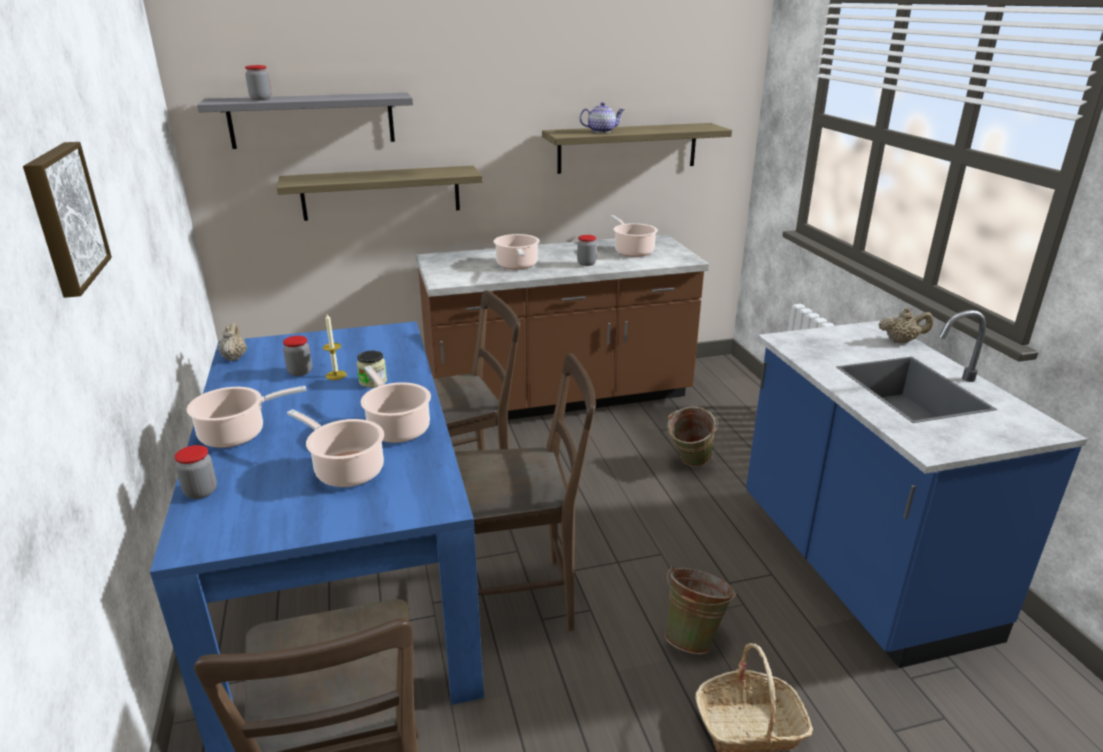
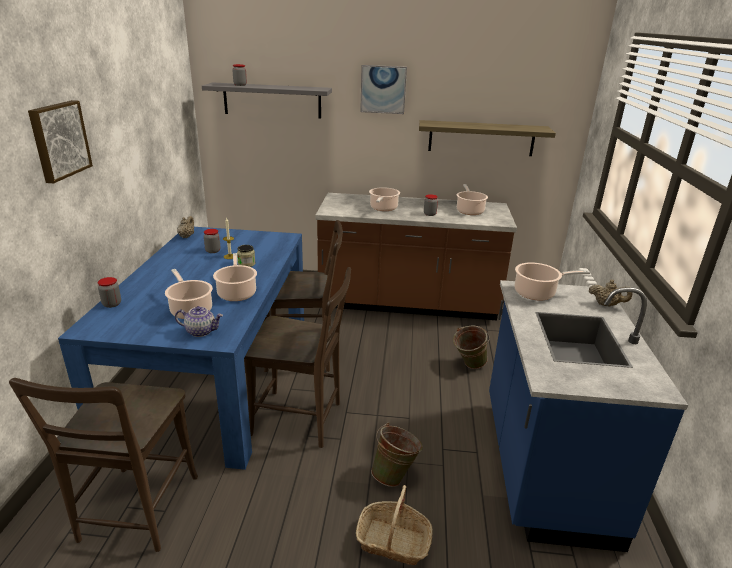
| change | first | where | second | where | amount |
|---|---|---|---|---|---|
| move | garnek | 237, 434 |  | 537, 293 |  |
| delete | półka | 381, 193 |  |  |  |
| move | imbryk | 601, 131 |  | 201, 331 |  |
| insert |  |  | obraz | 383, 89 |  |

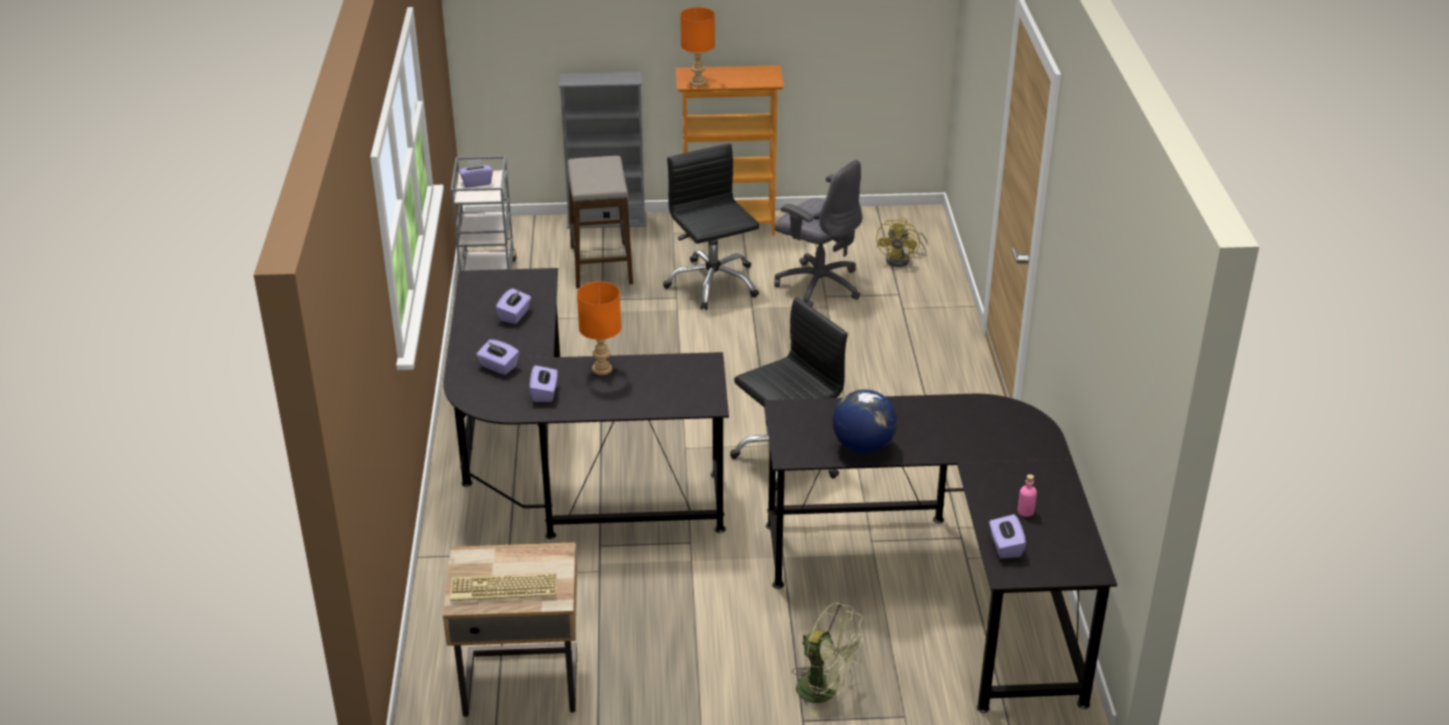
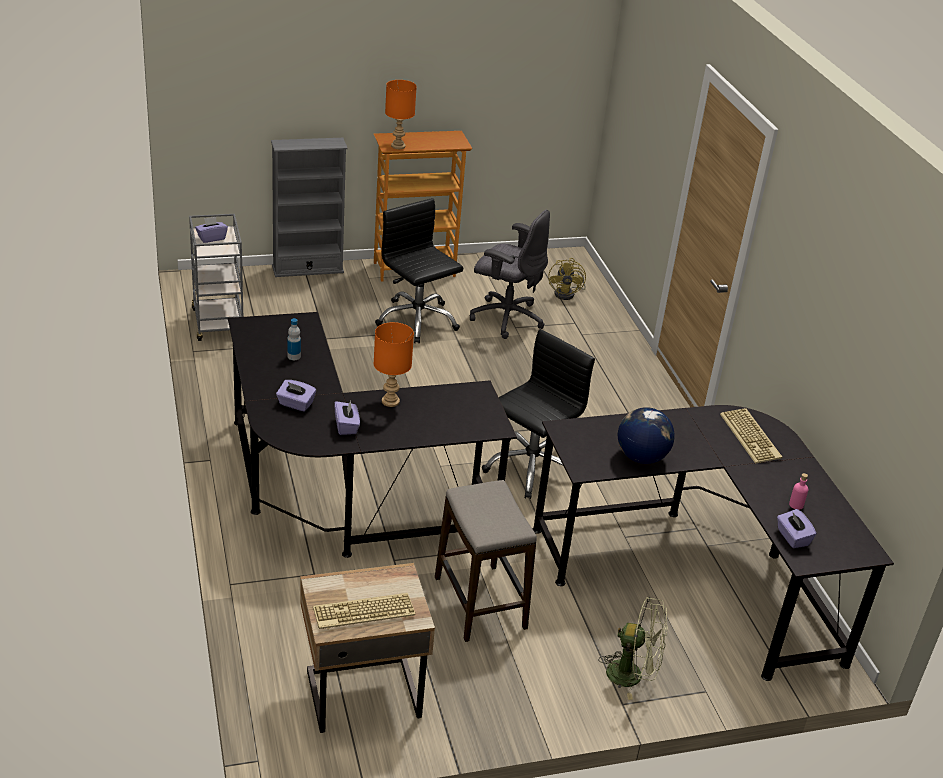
| change | first | where | second | where | amount |
|---|---|---|---|---|---|
| replace | pudełko chusteczek/fioletowy | 514, 315 | butelka | 294, 356 |  |
| move | stołek | 601, 265 |  | 479, 603 |  |
| insert |  |  | klawiatura | 751, 437 |  |

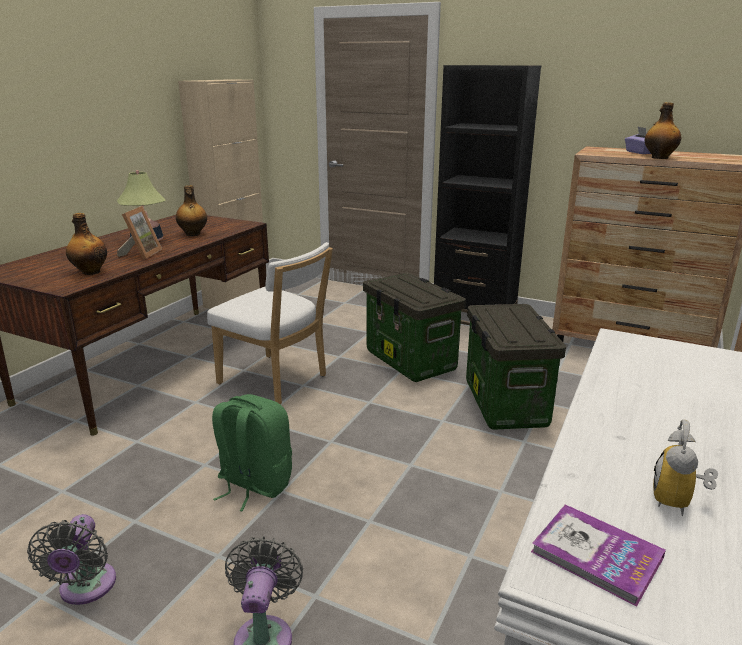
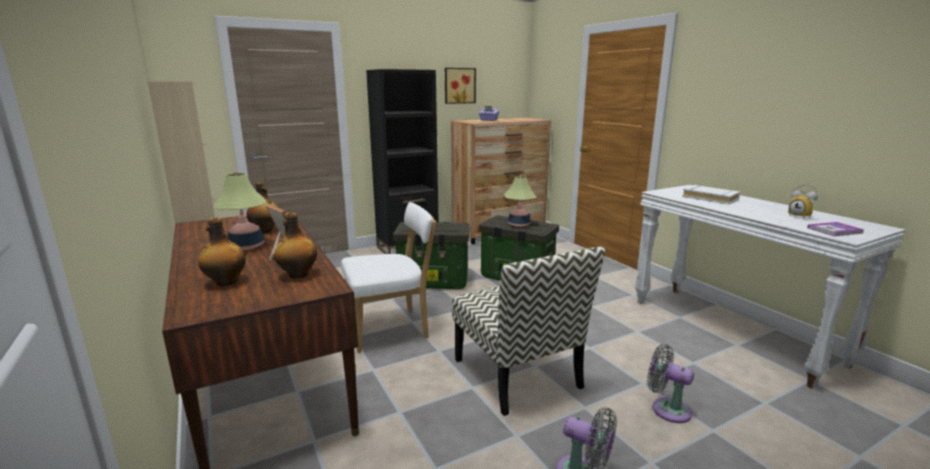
| change | first | where | second | where | amount |
|---|---|---|---|---|---|
| replace | plecak/zielony | 253, 485 | krzesło | 518, 374 |  |
| move | butelka | 659, 158 |  | 225, 282 |  |
| insert |  |  | obraz | 459, 85 |  |
| insert |  |  | lampa stołowa | 519, 224 |  |
| insert |  |  | książka/biały | 710, 198 |  |

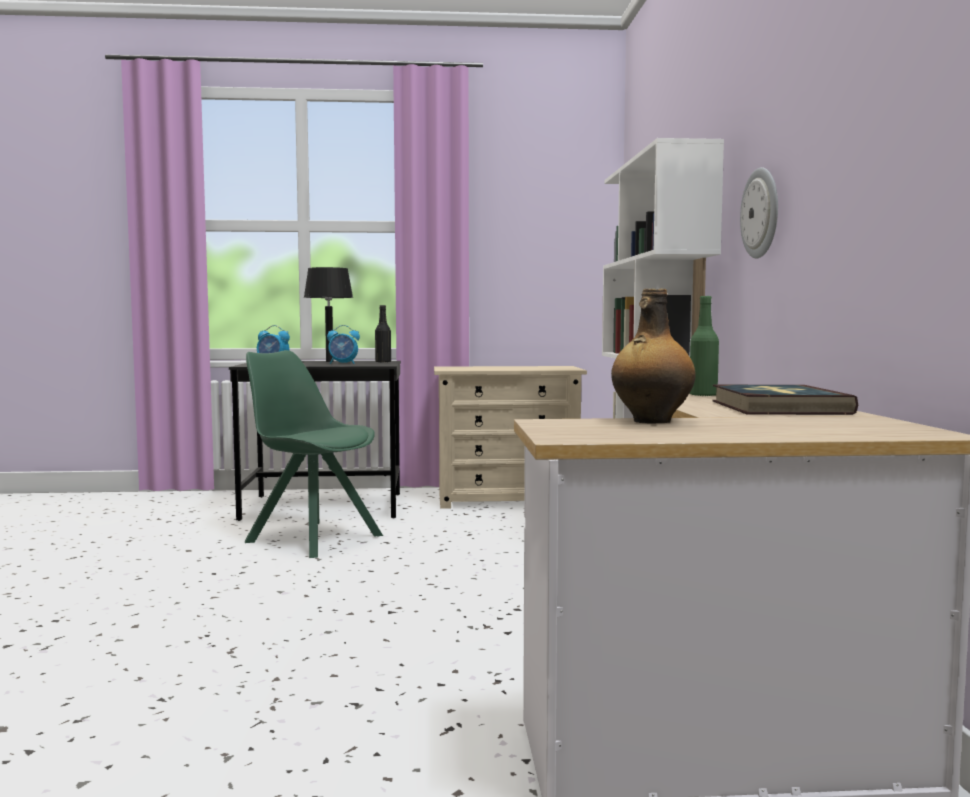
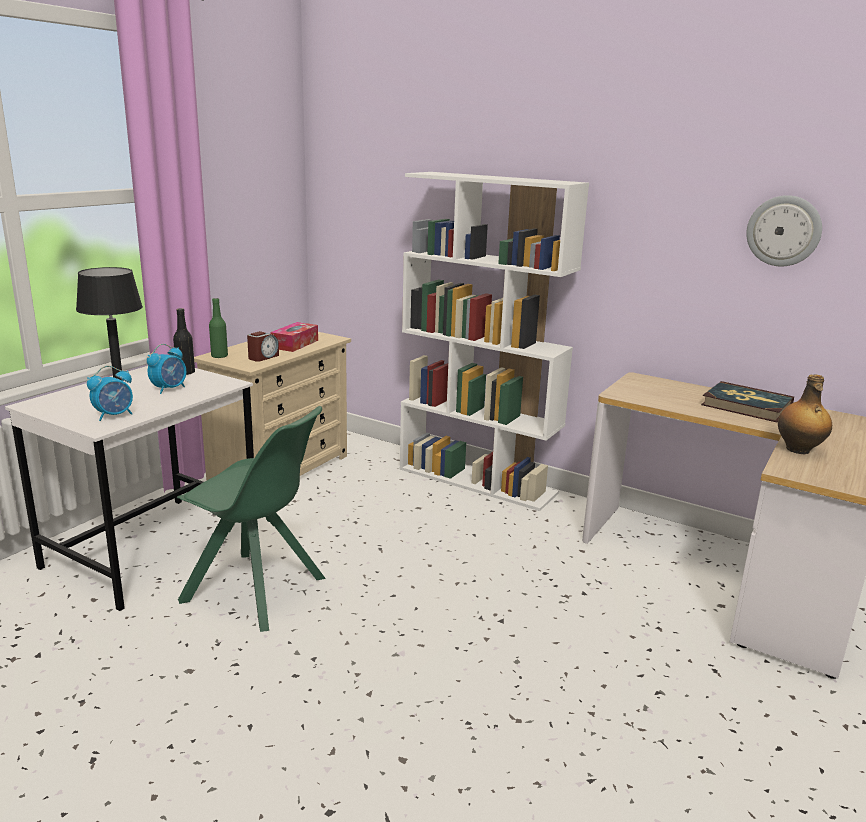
| change | first | where | second | where | amount |
|---|---|---|---|---|---|
| recolor | biurko/czarny | 324, 507 | biurko/biały | 153, 549 |  |
| rotate | krzesło/zielony | 312, 538 |  | 257, 591 | 135 degrees counterclockwise |
| move | butelka/zielony | 703, 395 |  | 219, 356 |  |
| move | zegar ścienny | 761, 213 |  | 783, 231 |  |
| insert |  |  | budzik | 263, 357 |  |
| insert |  |  | pudełko chusteczek | 295, 344 |  |

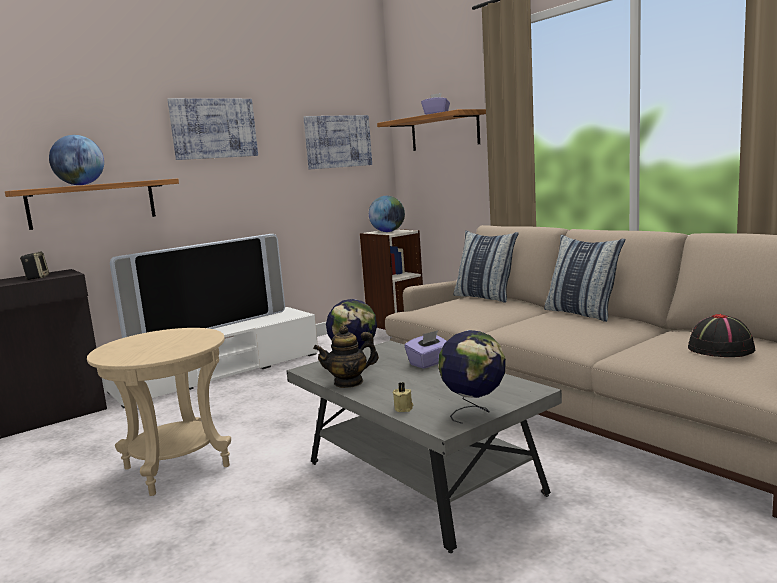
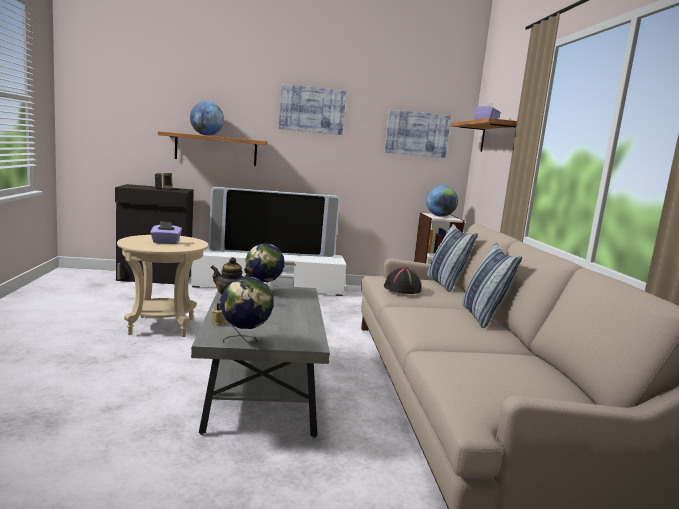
| change | first | where | second | where | amount |
|---|---|---|---|---|---|
| move | pudełko chusteczek/fioletowy | 430, 363 |  | 165, 242 |  |
| move | kapelusz/czarny | 721, 349 |  | 402, 289 |  |

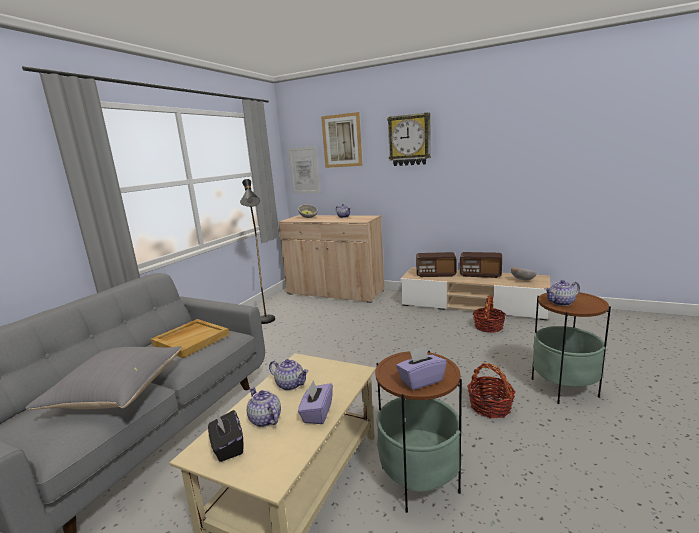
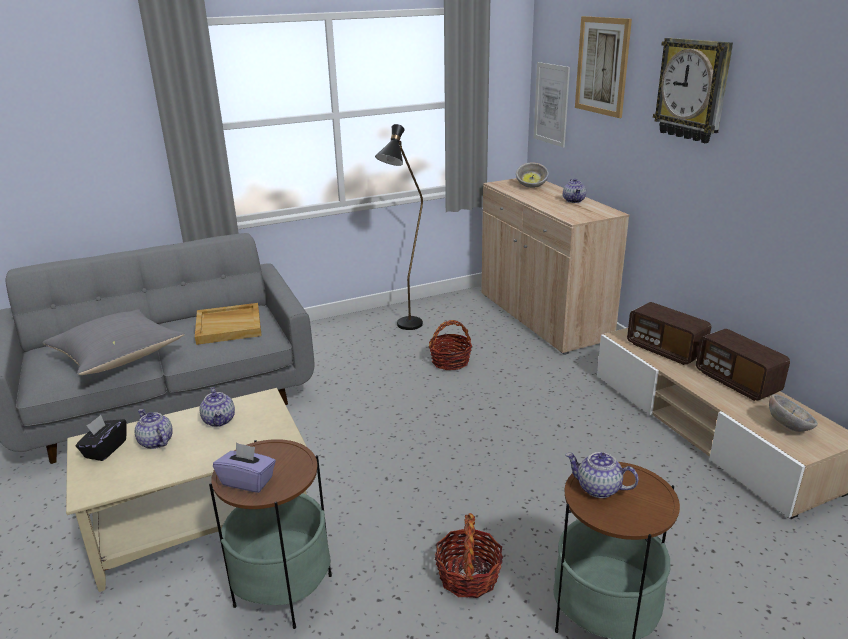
| change | first | where | second | where | amount |
|---|---|---|---|---|---|
| rotate | imbryk | 264, 419 |  | 155, 442 | 45 degrees counterclockwise |
| delete | pudełko chusteczek/fioletowy | 317, 413 |  |  |  |
| move | koszyk | 488, 327 |  | 450, 361 |  |

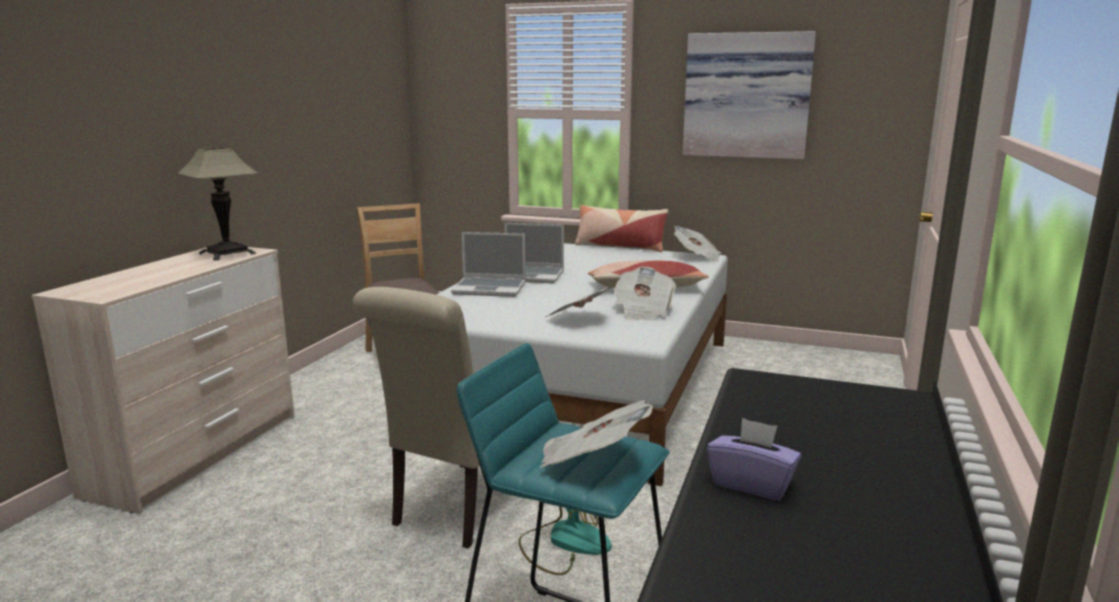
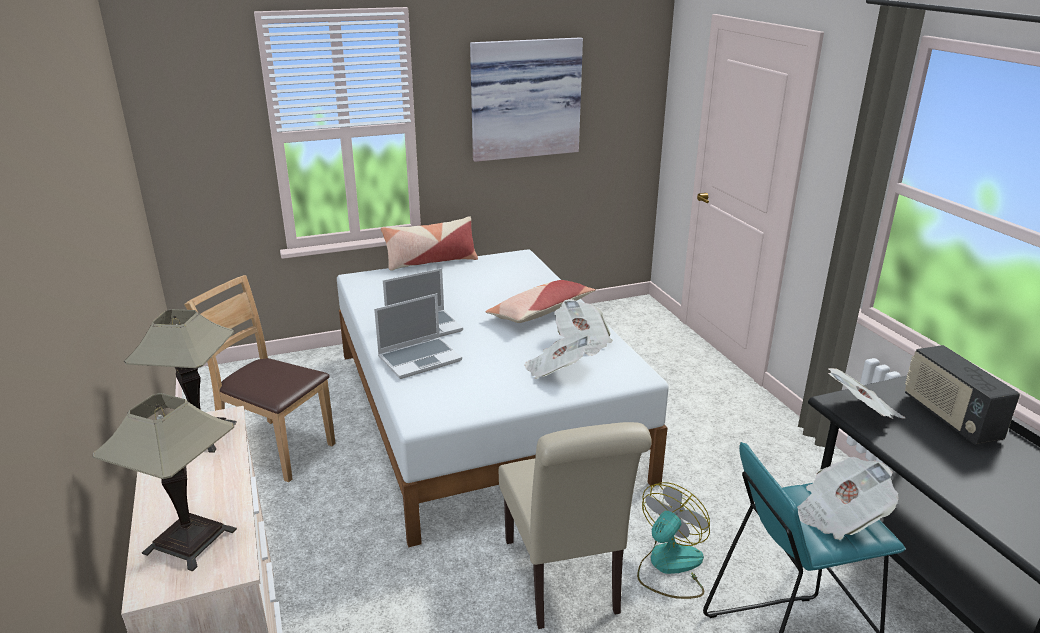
| change | first | where | second | where | amount |
|---|---|---|---|---|---|
| move | gazeta | 697, 257 |  | 861, 412 |  |
| delete | pudełko chusteczek/fioletowy | 752, 484 |  |  |  |
| insert |  |  | lampa stołowa | 190, 541 |  |
| insert |  |  | radio | 949, 417 |  |

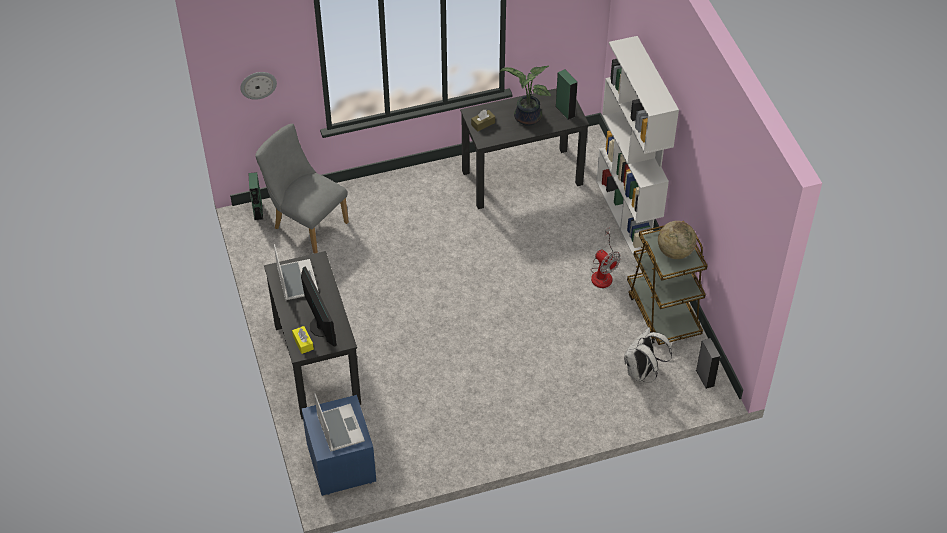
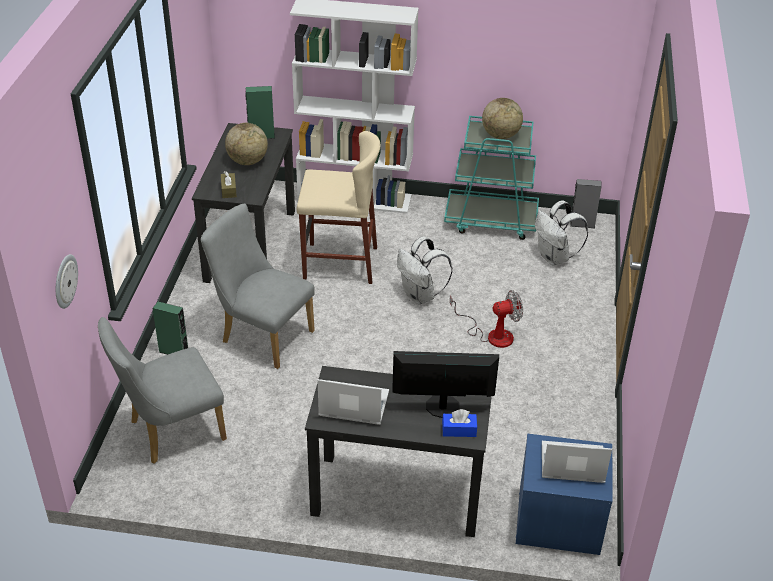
| change | first | where | second | where | amount |
|---|---|---|---|---|---|
| move | głośnik/zielony | 258, 211 |  | 174, 352 |  |
| recolor | pudełko chusteczek/żółty | 303, 343 | pudełko chusteczek/niebieski | 459, 430 |  |
| replace | roślina doniczkowa | 526, 118 | globus | 247, 161 |  |
| move | wentylator | 602, 273 |  | 492, 334 |  |
| recolor | wózek/brązowy | 663, 313 | wózek/turkusowy | 491, 220 |  |
| insert |  |  | krzesło/szary | 262, 335 |  |
| insert |  |  | stołek/beżowy | 340, 263 |  |
| insert |  |  | plecak/biały | 420, 295 |  |

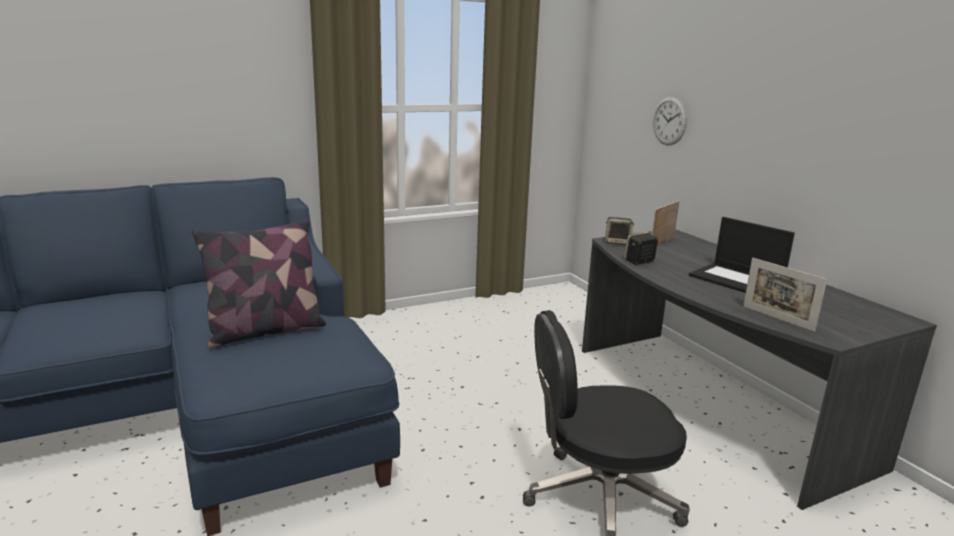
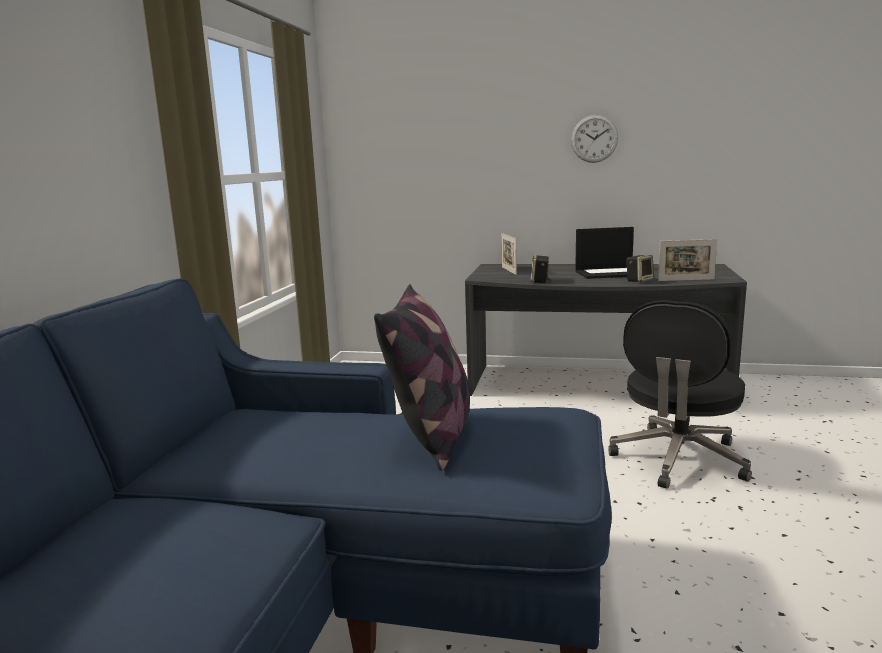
| change | first | where | second | where | amount |
|---|---|---|---|---|---|
| move | głośnik | 618, 242 |  | 639, 280 |  |
| move | zegar ścienny | 669, 121 |  | 594, 139 |  |

